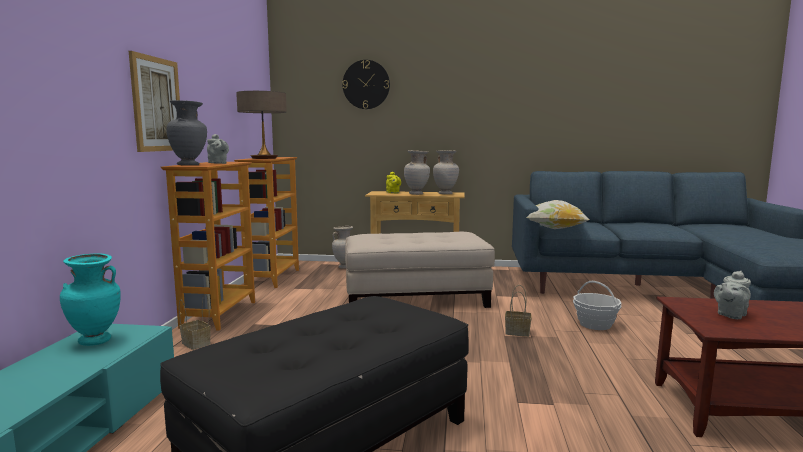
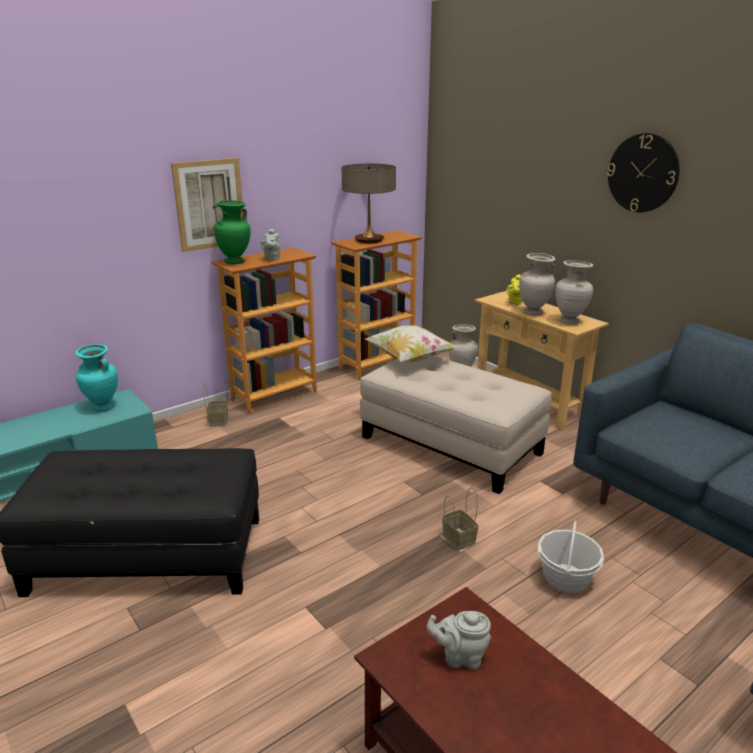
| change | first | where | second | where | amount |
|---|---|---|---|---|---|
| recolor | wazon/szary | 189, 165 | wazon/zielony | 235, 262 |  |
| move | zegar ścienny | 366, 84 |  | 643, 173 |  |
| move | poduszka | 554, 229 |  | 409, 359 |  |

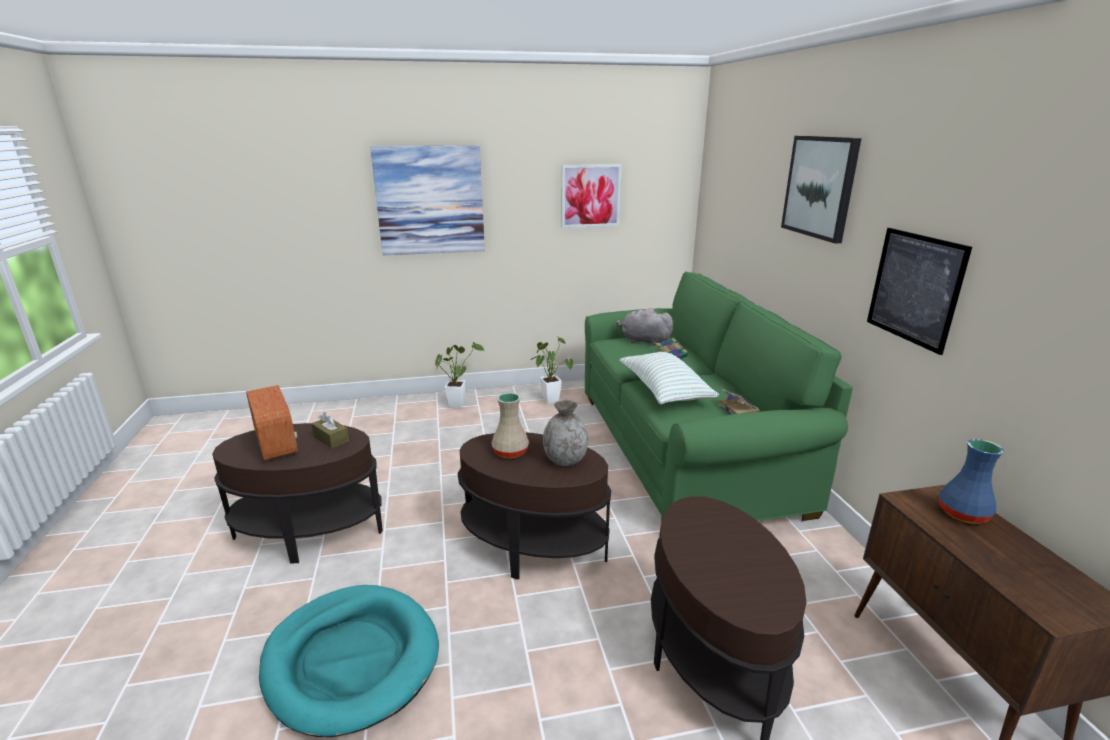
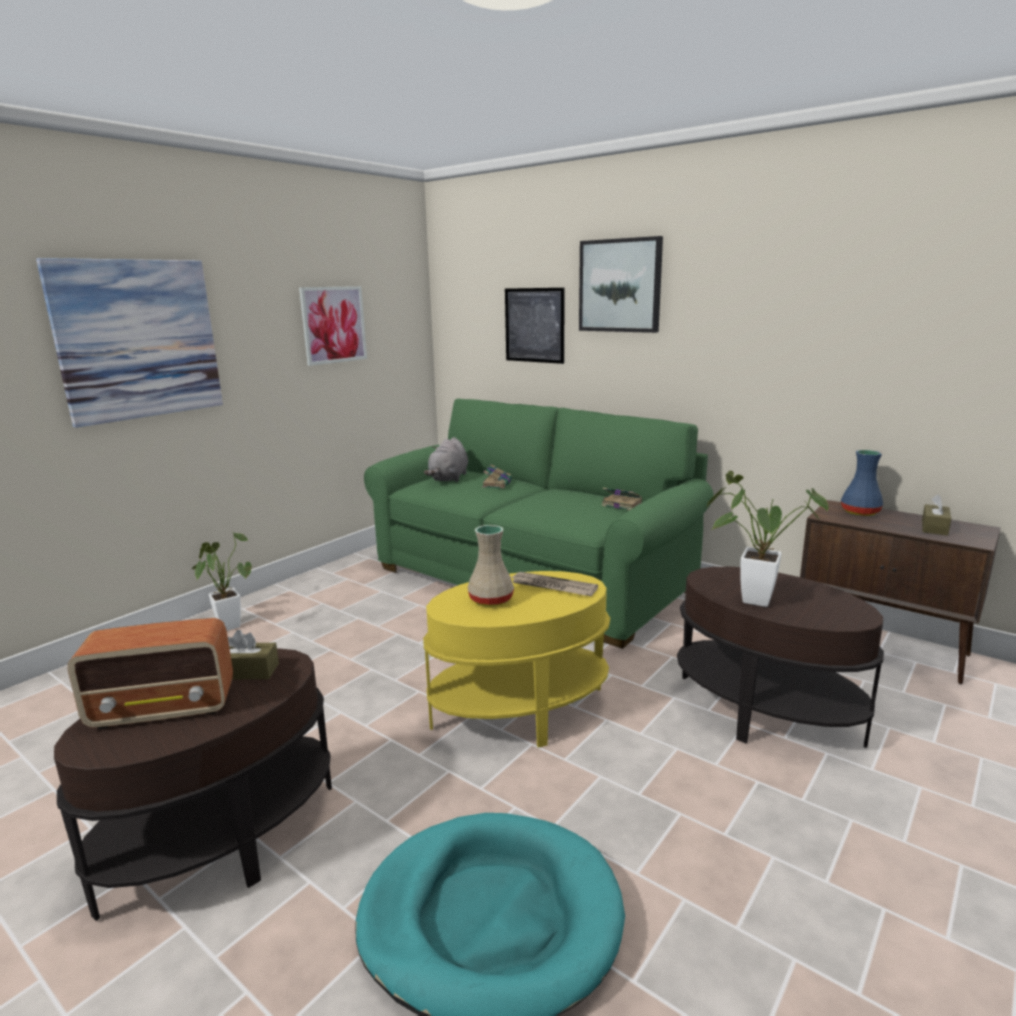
| change | first | where | second | where | amount |
|---|---|---|---|---|---|
| rotate | radio | 276, 443 |  | 165, 708 | 150 degrees clockwise |
| recolor | stolik/brązowy | 533, 547 | stolik/żółty | 520, 712 |  |
| move | roślina doniczkowa | 549, 399 |  | 748, 599 |  |
| replace | wazon/szary | 564, 460 | gazeta | 552, 587 |  |
| rotate | pluszak/szary | 643, 341 |  | 449, 478 | 60 degrees counterclockwise |
| delete | poduszka | 664, 391 |  |  |  |
| move | obraz | 914, 288 |  | 534, 325 |  |
| insert |  |  | pudełko chusteczek/brązowy | 934, 527 |  |

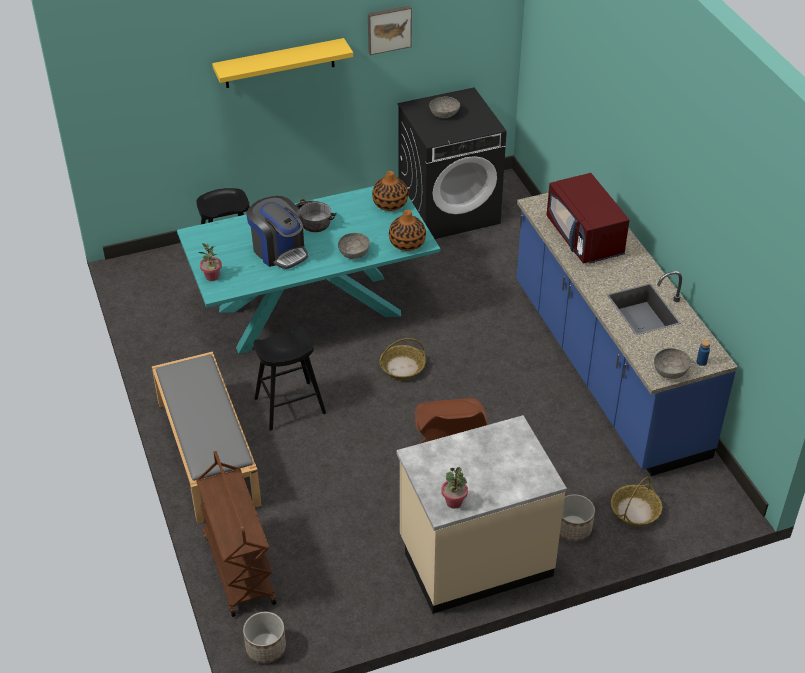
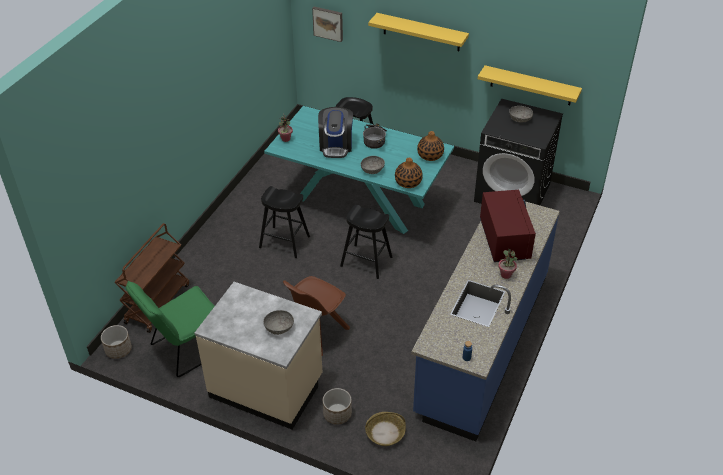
| change | first | where | second | where | amount |
|---|---|---|---|---|---|
| delete | ławka/szary | 207, 451 |  |  |  |
| move | obraz | 388, 29 |  | 328, 23 |  |
| replace | koszyk | 402, 367 | stołek/czarny | 366, 261 |  |
| move | roślina doniczkowa | 454, 502 |  | 506, 274 |  |
| rotate | mikrofalówka/czerwony | 585, 238 |  | 503, 240 | 150 degrees clockwise |
| move | miska/szary | 670, 371 |  | 279, 327 |  |
| insert |  |  | krzesło/zielony | 185, 349 |  |
| insert |  |  | półka/żółty | 531, 85 |  |

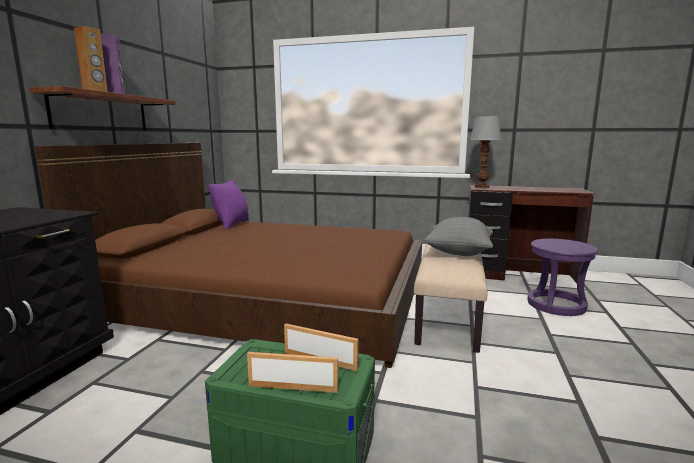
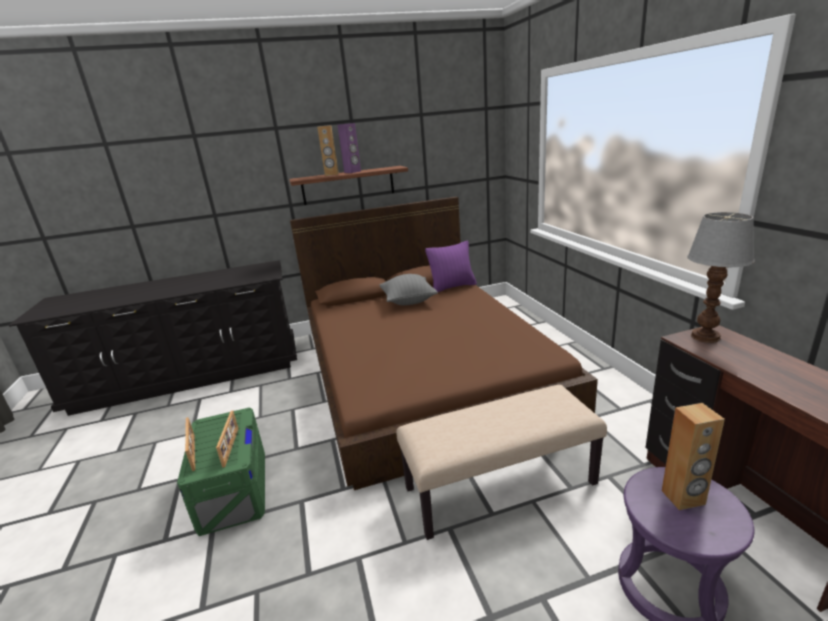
| change | first | where | second | where | amount |
|---|---|---|---|---|---|
| move | poduszka/szary | 458, 253 |  | 408, 301 |  |
| insert |  |  | głośnik/brązowy | 683, 498 |  |

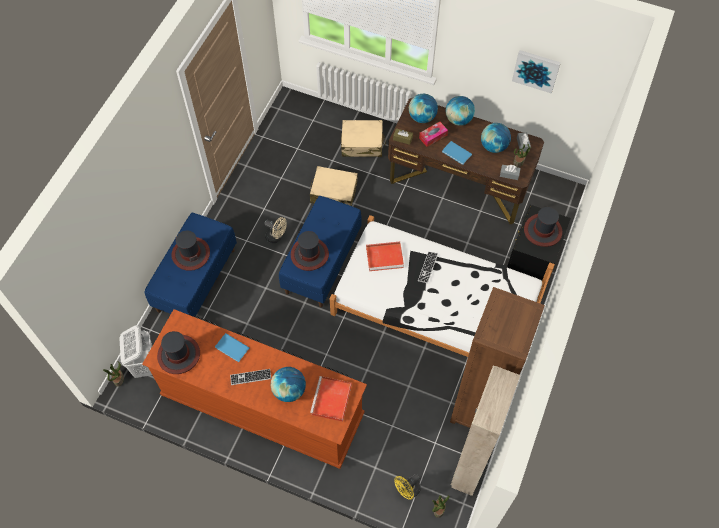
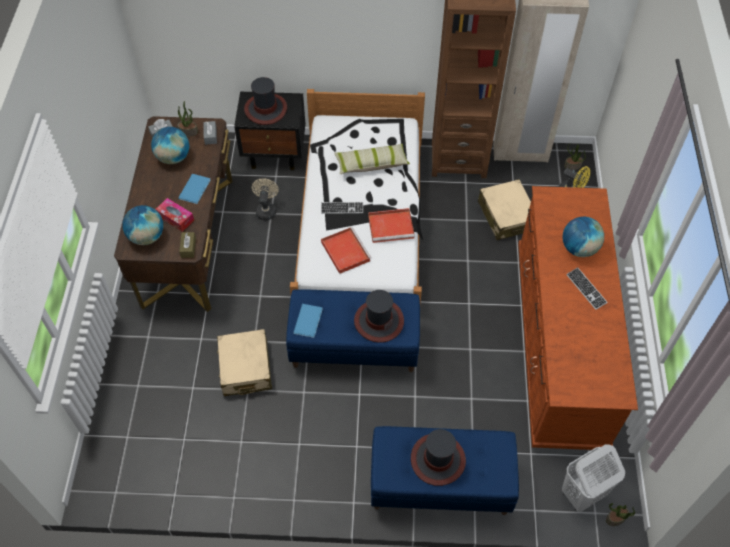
| change | first | where | second | where | amount |
|---|---|---|---|---|---|
| delete | kapelusz | 179, 354 |  |  |  |
| move | książka/niebieski | 232, 349 |  | 309, 320 |  |
| move | wentylator/beżowy | 276, 237 |  | 266, 209 |  |
| move | taca/czerwony | 331, 400 |  | 392, 226 |  |
| move | walizka/beżowy | 362, 143 |  | 506, 216 |  |
| delete | globus | 458, 119 |  |  |  |
| delete | obraz | 536, 70 |  |  |  |
| insert |  |  | poduszka | 371, 164 |  |

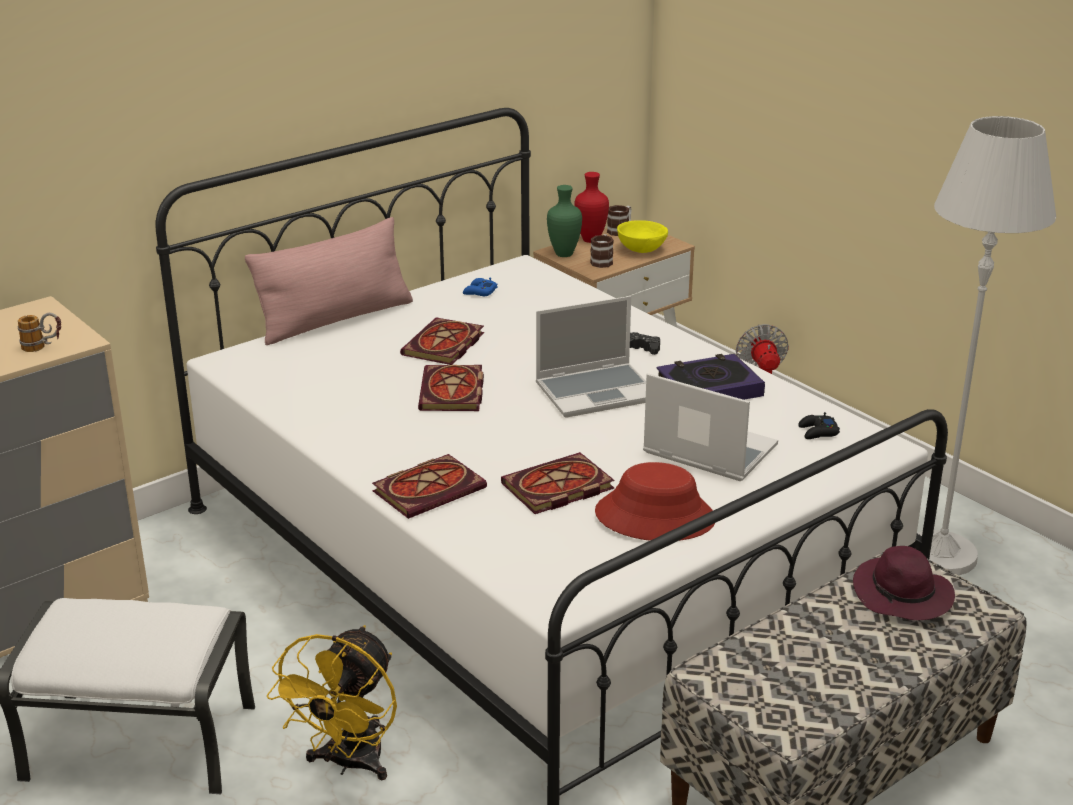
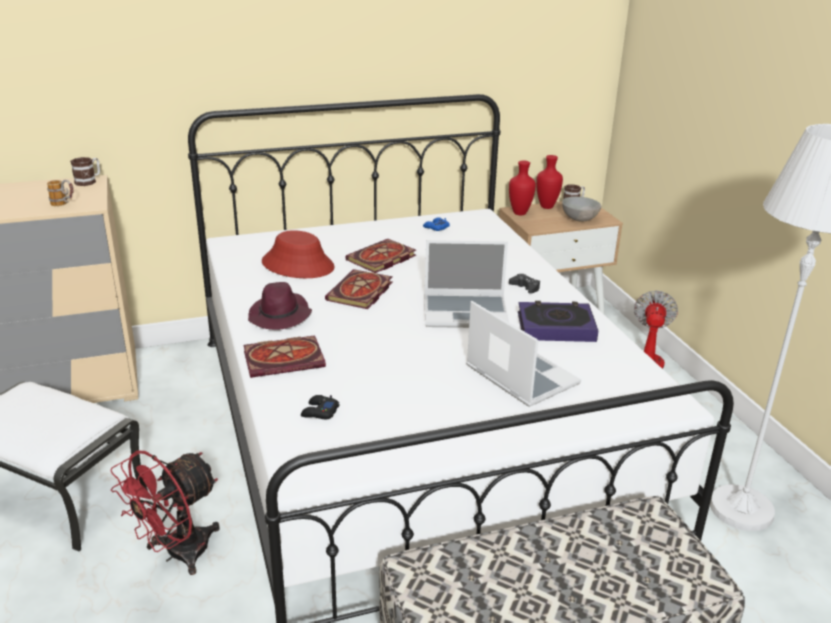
| change | first | where | second | where | amount |
|---|---|---|---|---|---|
| delete | poduszka/różowy | 335, 319 |  |  |  |
| recolor | wentylator/żółty | 349, 764 | wentylator/czerwony | 177, 554 |  |
| delete | książka | 556, 488 |  |  |  |
| recolor | wazon/zielony | 563, 254 | wazon/czerwony | 519, 213 |  |
| move | kubek | 602, 261 |  | 89, 181 |  |
| move | kapelusz/czerwony | 655, 516 |  | 298, 265 |  |
| recolor | miska/żółty | 641, 250 | miska/szary | 579, 219 |  |
| move | pad do gier/czarny | 818, 432 |  | 319, 412 |  |
| move | kapelusz/fioletowy | 903, 595 |  | 280, 316 |  |

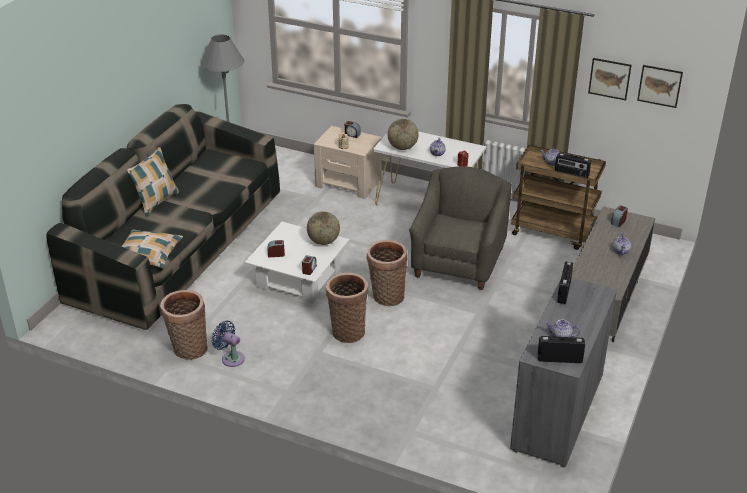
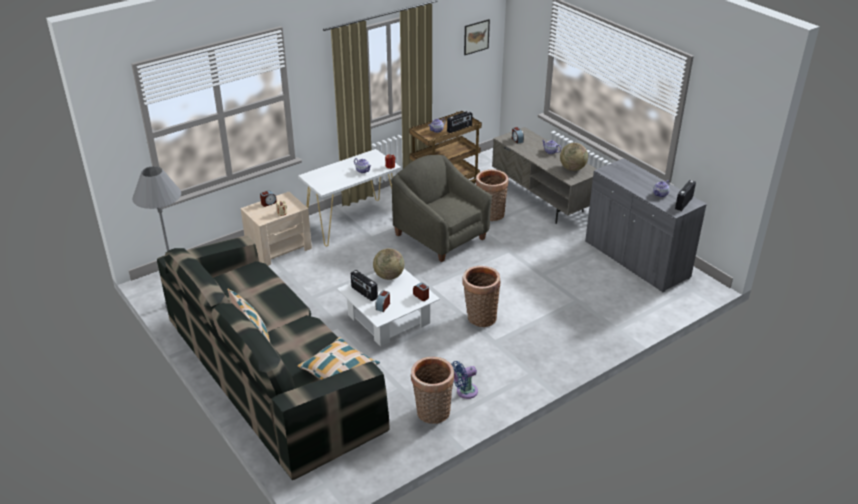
| change | first | where | second | where | amount |
|---|---|---|---|---|---|
| move | koszyk | 386, 296 |  | 490, 215 |  |
| move | globus | 402, 147 |  | 572, 168 |  |
| move | radio | 563, 292 |  | 364, 293 |  |
| delete | obraz | 609, 78 |  |  |  |

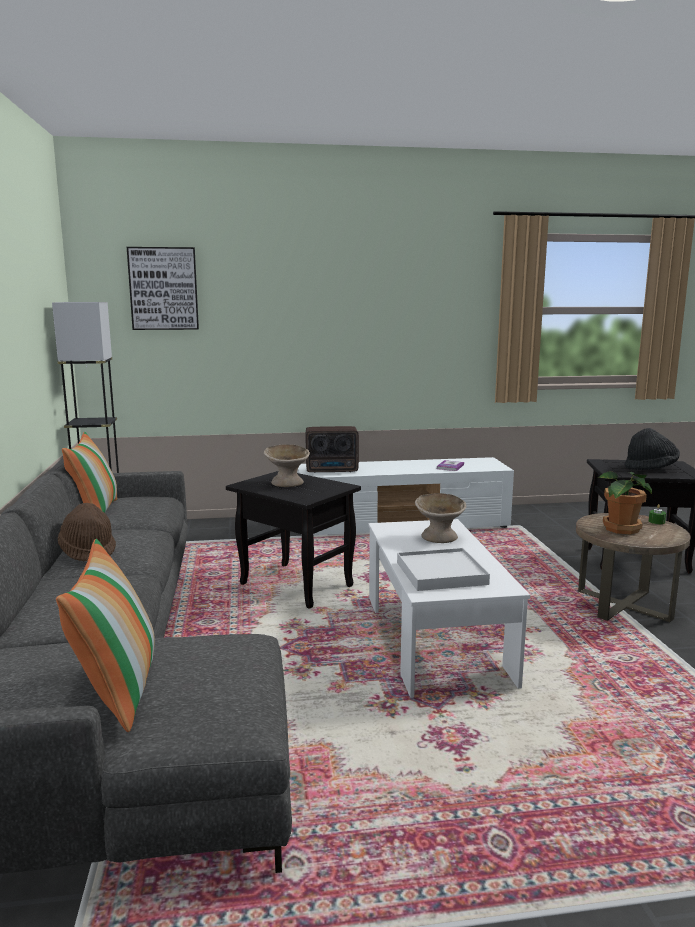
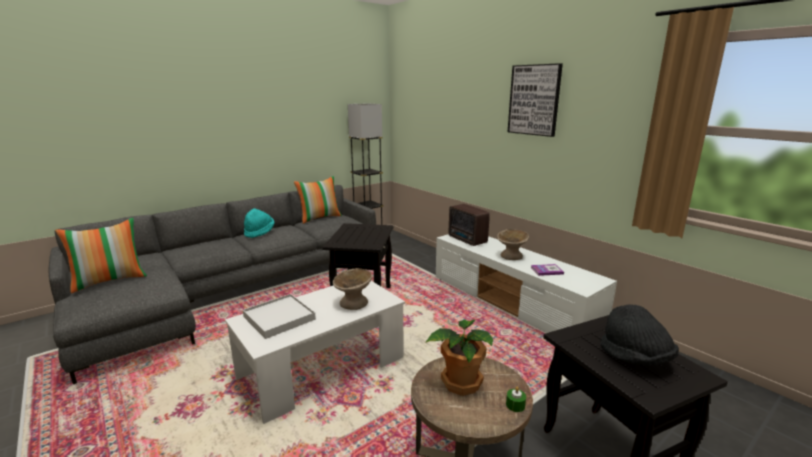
| change | first | where | second | where | amount |
|---|---|---|---|---|---|
| recolor | kapelusz/brązowy | 88, 551 | kapelusz/turkusowy | 259, 232 |  |
| move | obraz | 163, 289 |  | 534, 100 |  |
| move | miska/beżowy | 287, 483 |  | 511, 256 |  |

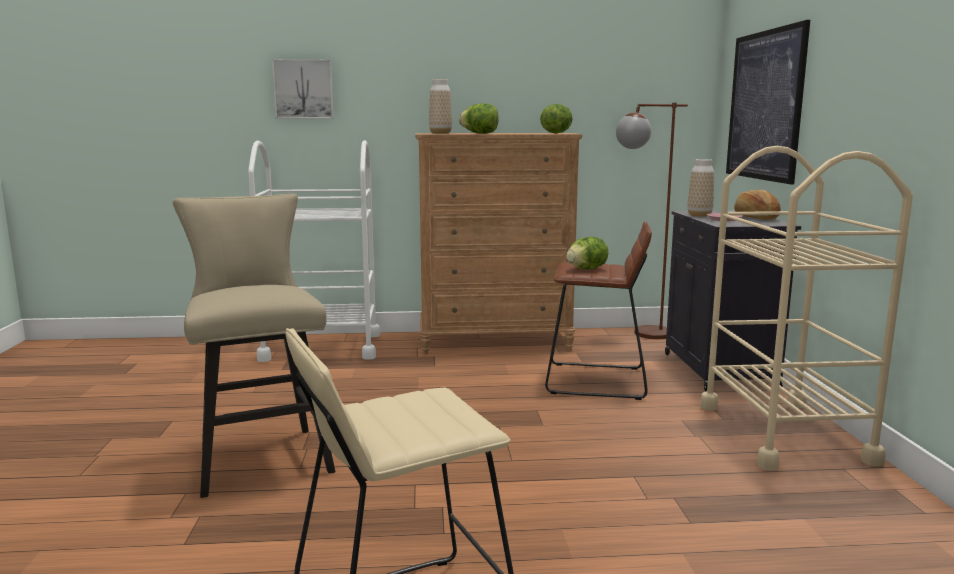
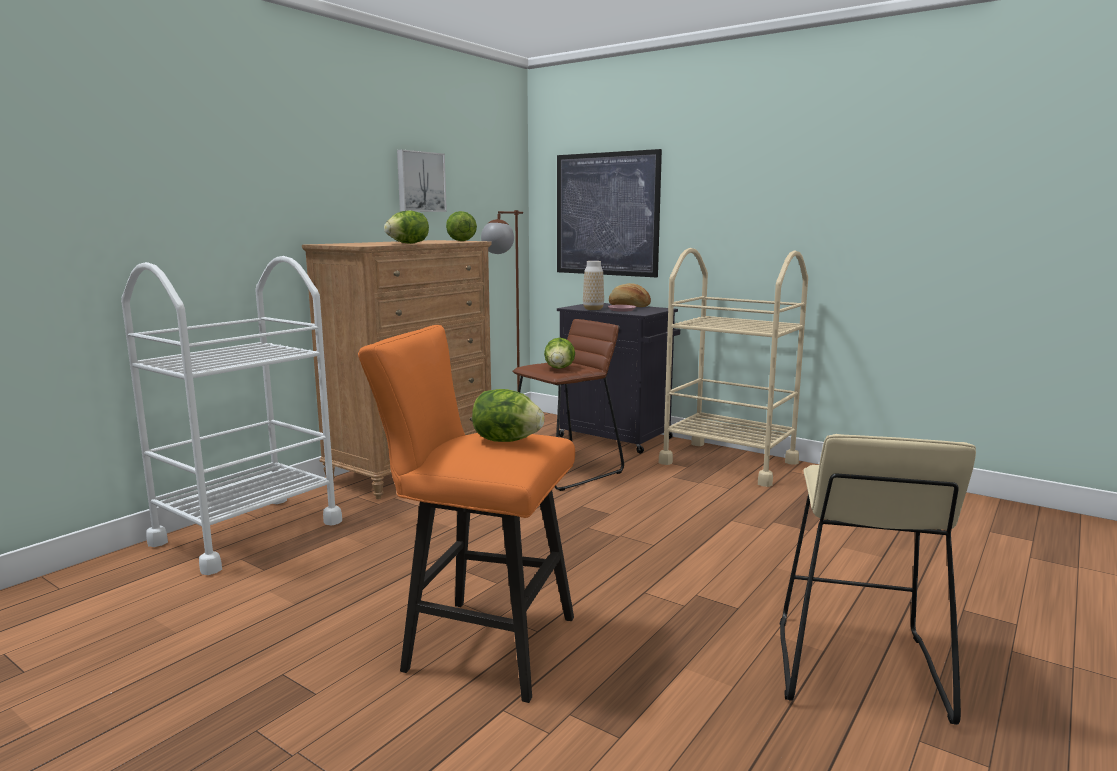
| change | first | where | second | where | amount |
|---|---|---|---|---|---|
| recolor | stołek/beżowy | 261, 456 | stołek/pomarańczowy | 478, 643 |  |
| move | obraz | 303, 89 |  | 420, 182 |  |
| delete | wazon | 440, 133 |  |  |  |
| insert |  |  | sałata | 506, 441 |  |

